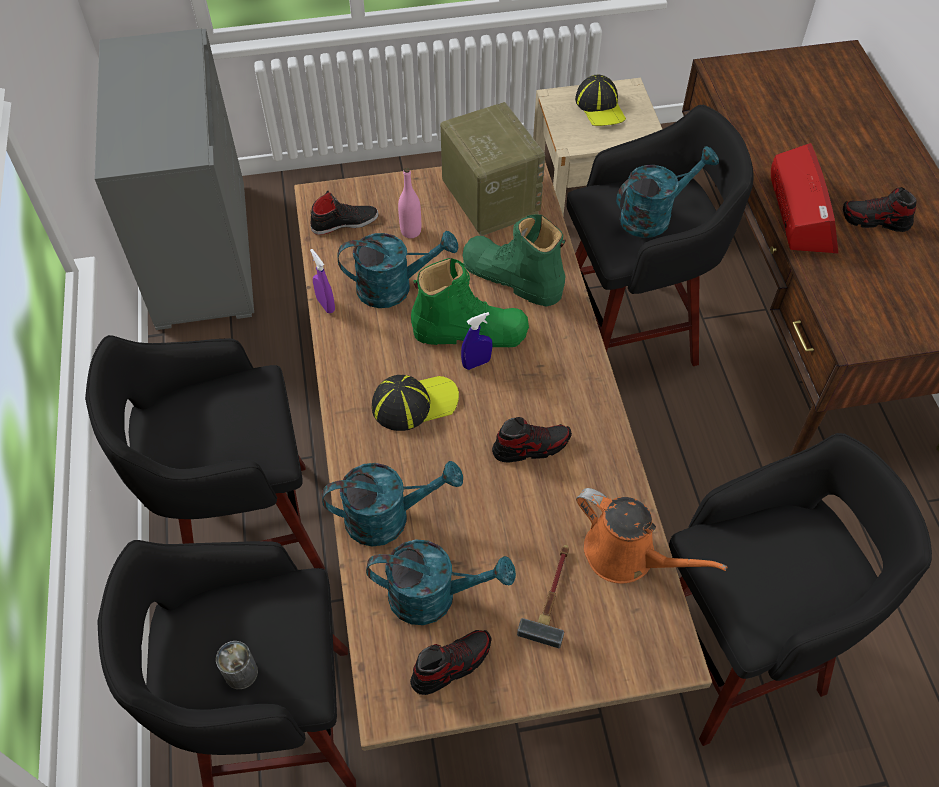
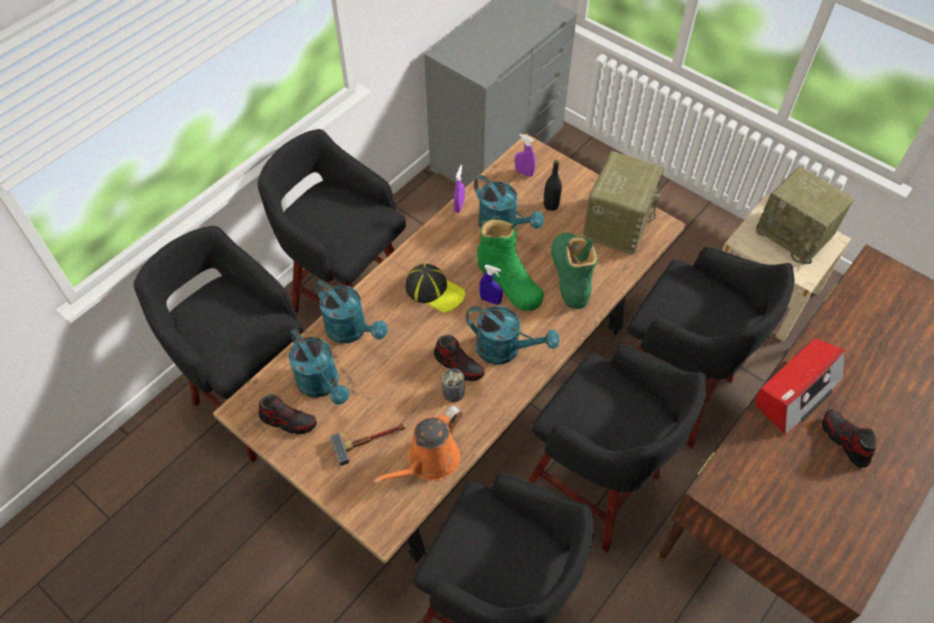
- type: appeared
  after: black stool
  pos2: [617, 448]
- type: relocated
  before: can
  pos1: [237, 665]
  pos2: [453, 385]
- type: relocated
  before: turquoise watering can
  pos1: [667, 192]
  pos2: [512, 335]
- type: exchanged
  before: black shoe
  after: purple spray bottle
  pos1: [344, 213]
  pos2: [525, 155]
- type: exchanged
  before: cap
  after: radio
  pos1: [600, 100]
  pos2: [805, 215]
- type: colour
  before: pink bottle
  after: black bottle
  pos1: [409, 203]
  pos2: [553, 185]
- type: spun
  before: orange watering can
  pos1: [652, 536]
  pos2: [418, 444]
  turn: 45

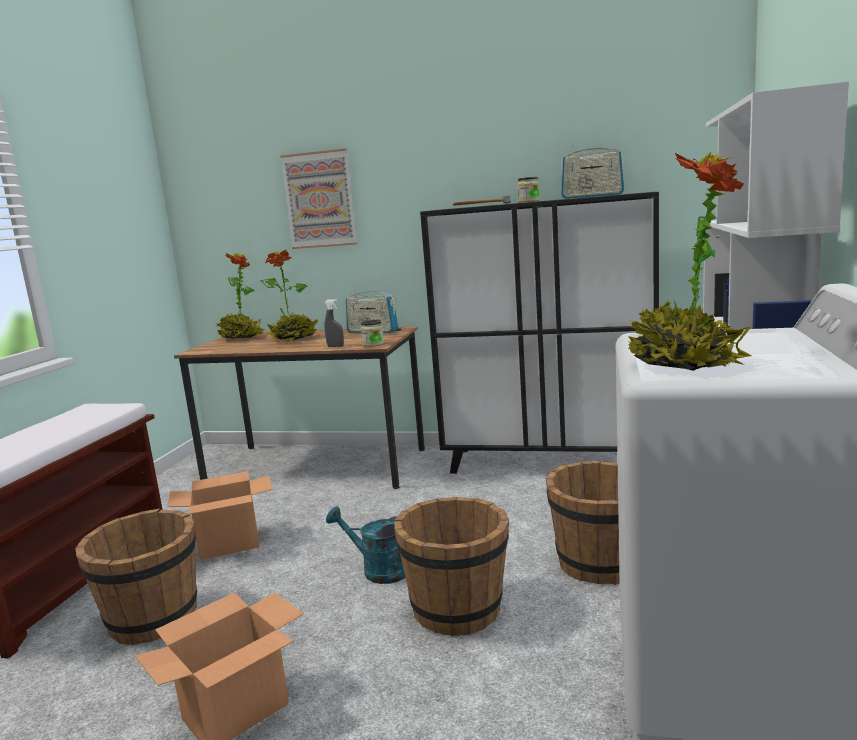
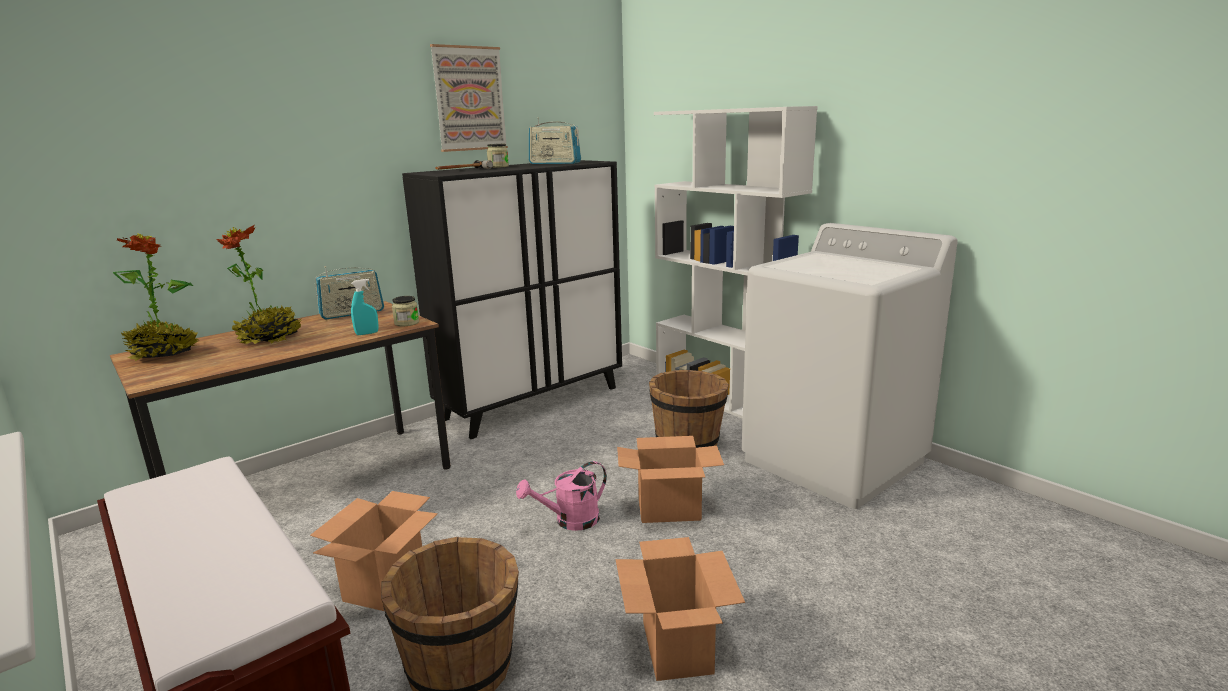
- type: missing
  before: potted plant
  pos1: [690, 261]
- type: relocated
  before: picture
  pos1: [318, 198]
  pos2: [469, 98]
- type: exchanged
  before: brown bucket
  after: cardboard box
  pos1: [451, 566]
  pos2: [670, 479]
- type: colour
  before: grey spray bottle
  after: turquoise spray bottle
  pos1: [334, 323]
  pos2: [365, 307]
- type: colour
  before: turquoise watering can
  after: pink watering can
  pos1: [365, 545]
  pos2: [561, 496]
- type: spun
  before: radio
  pos1: [592, 172]
  pos2: [555, 140]
  turn: 60

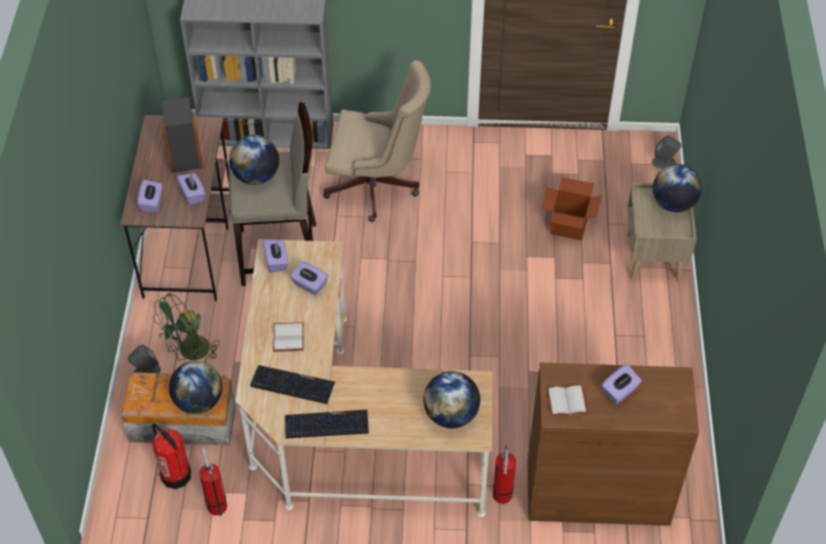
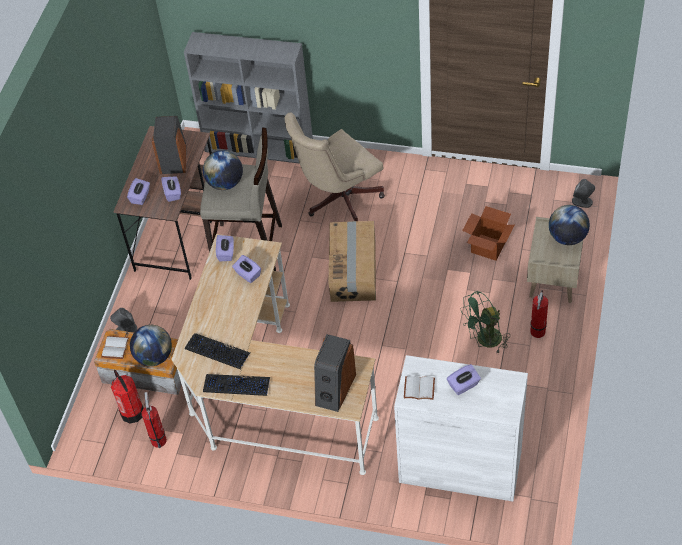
- type: appeared
  after: cardboard box
  pos2: [352, 261]
- type: relocated
  before: green fan
  pos1: [186, 328]
  pos2: [485, 322]
- type: relocated
  before: white book
  pos1: [288, 337]
  pos2: [115, 347]
- type: relocated
  before: fire extinguisher
  pos1: [504, 474]
  pos2: [539, 314]
- type: exchanged
  before: globe
  after: speaker
  pos1: [451, 399]
  pos2: [335, 373]
- type: colour
  before: brown cabinet
  after: white cabinet
  pos1: [613, 444]
  pos2: [461, 428]
- type: spun
  before: beige office chair
  pos1: [377, 141]
  pos2: [334, 167]
  turn: 120

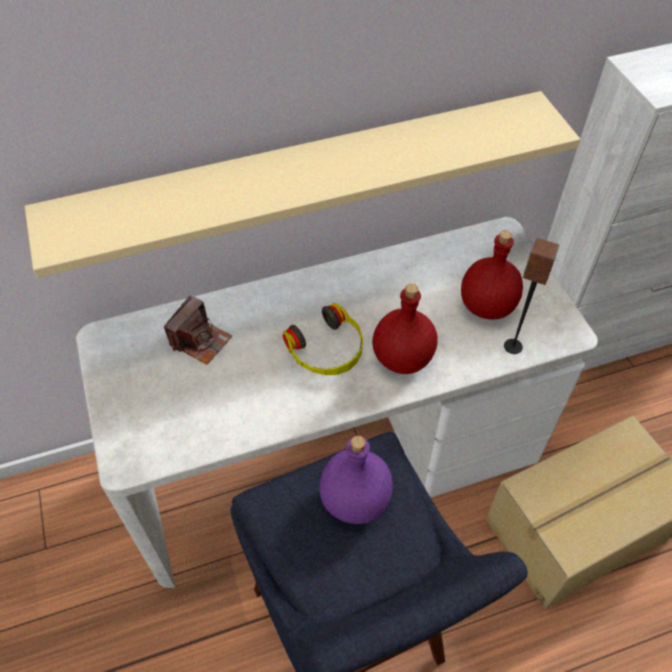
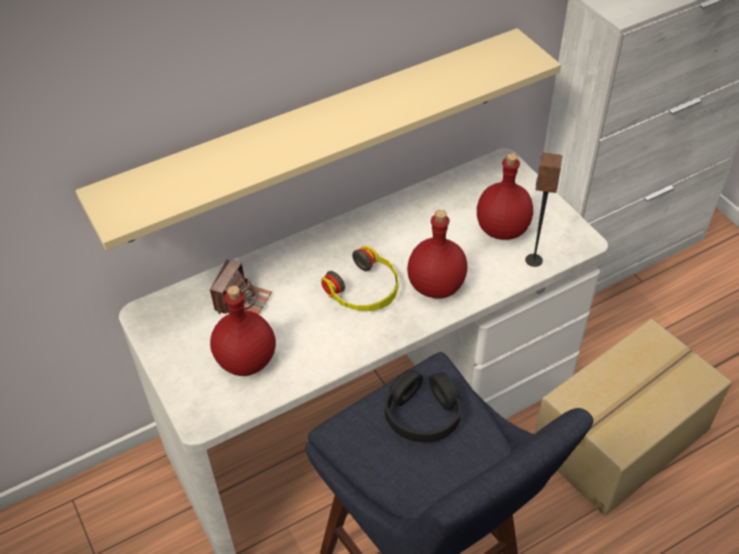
- type: appeared
  after: red bottle
  pos2: [243, 331]
- type: exchanged
  before: purple bottle
  after: black headphones
  pos1: [356, 479]
  pos2: [423, 405]

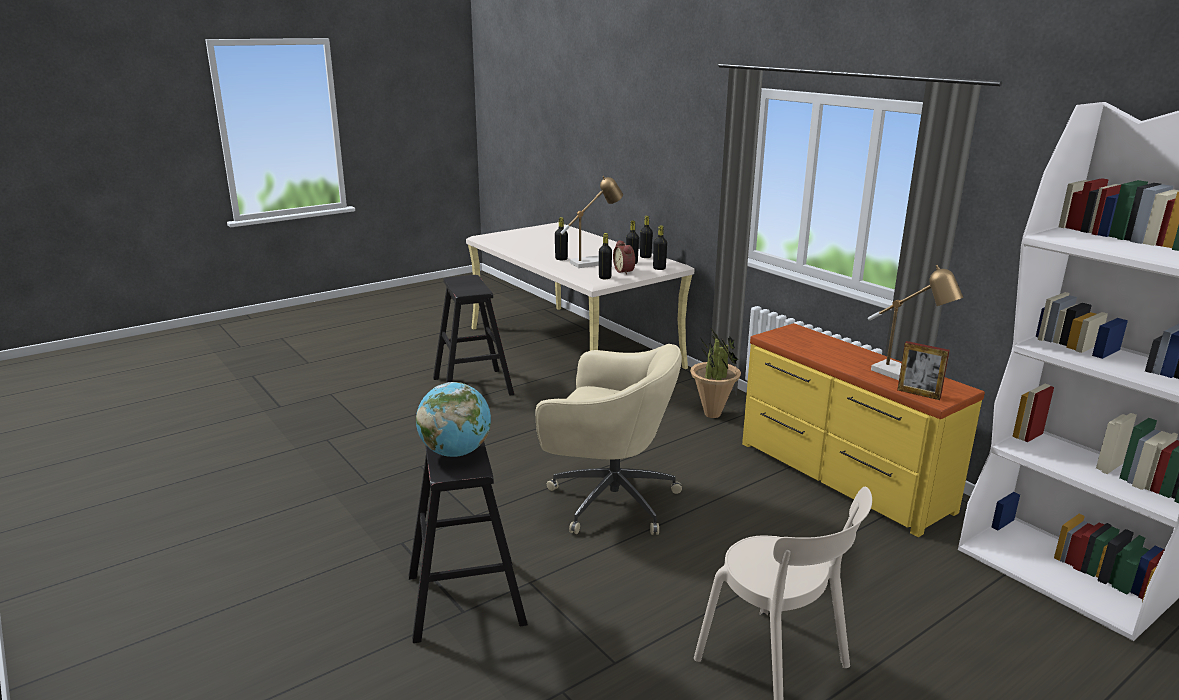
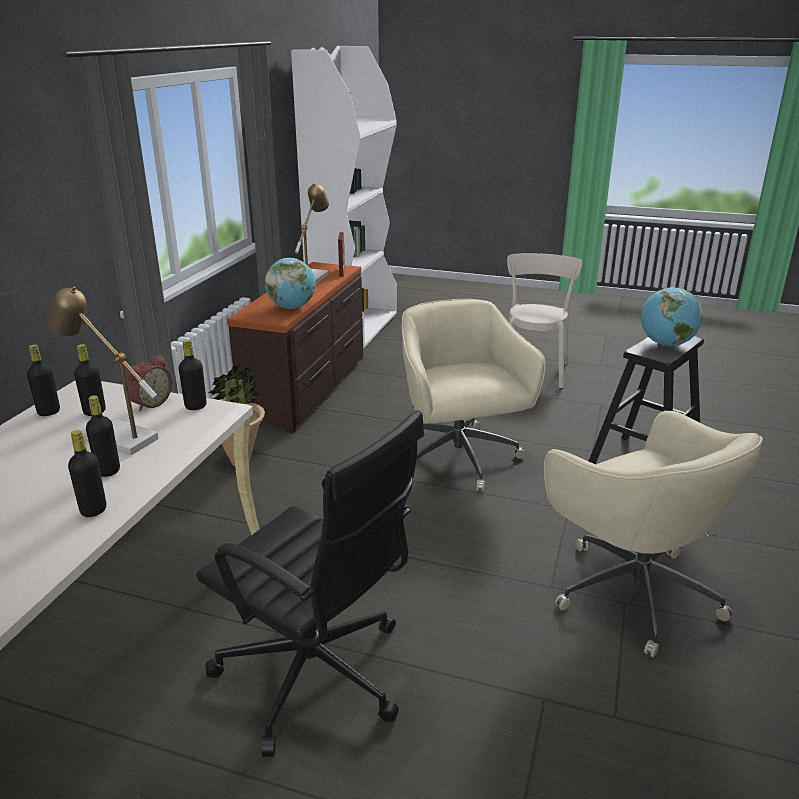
- type: appeared
  after: globe
  pos2: [290, 283]
- type: appeared
  after: beige office chair
  pos2: [653, 534]
- type: relocated
  before: black bottle
  pos1: [660, 247]
  pos2: [87, 473]
- type: exchanged
  before: black stool
  after: black office chair
  pos1: [473, 335]
  pos2: [310, 583]
- type: colour
  before: yellow dresser
  after: brown dresser
  pos1: [863, 430]
  pos2: [295, 347]

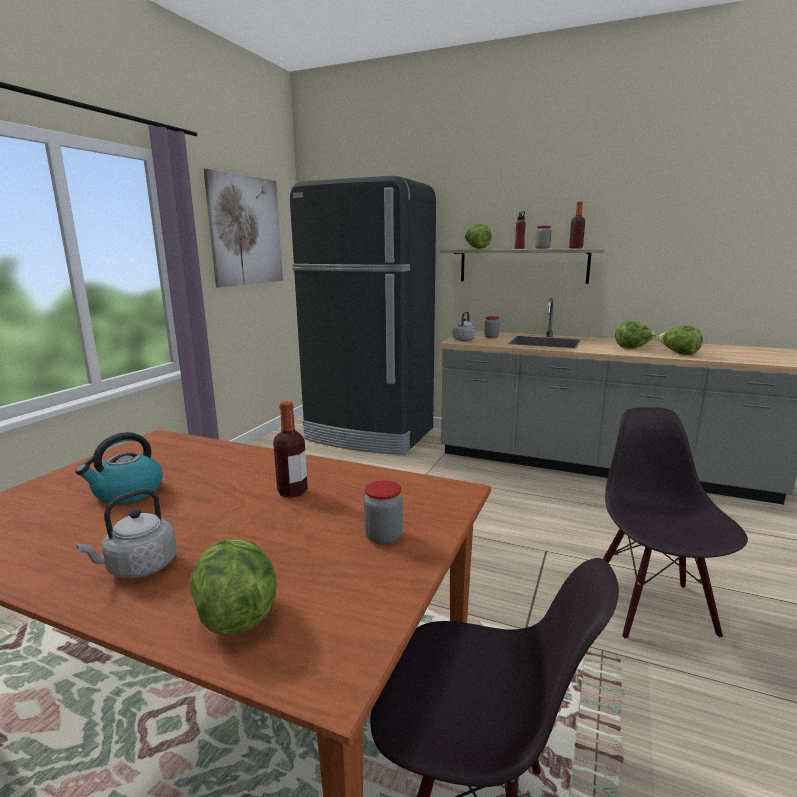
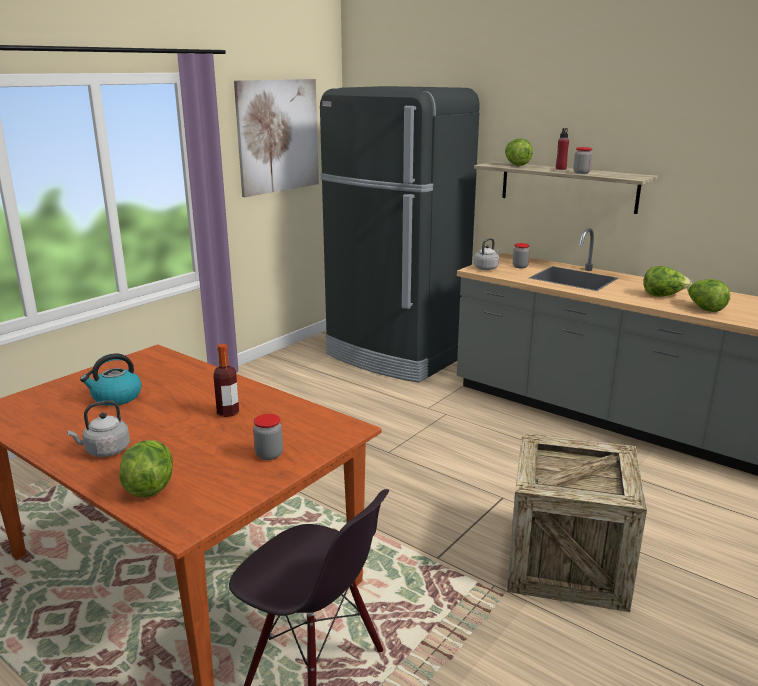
- type: missing
  before: bottle
  pos1: [577, 225]
- type: exchanged
  before: black chair
  after: crate
  pos1: [675, 523]
  pos2: [577, 522]

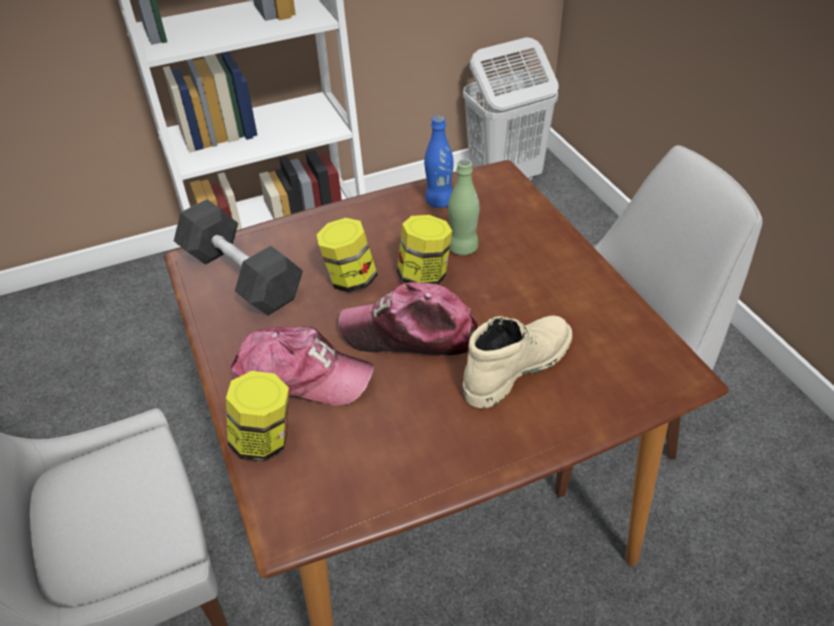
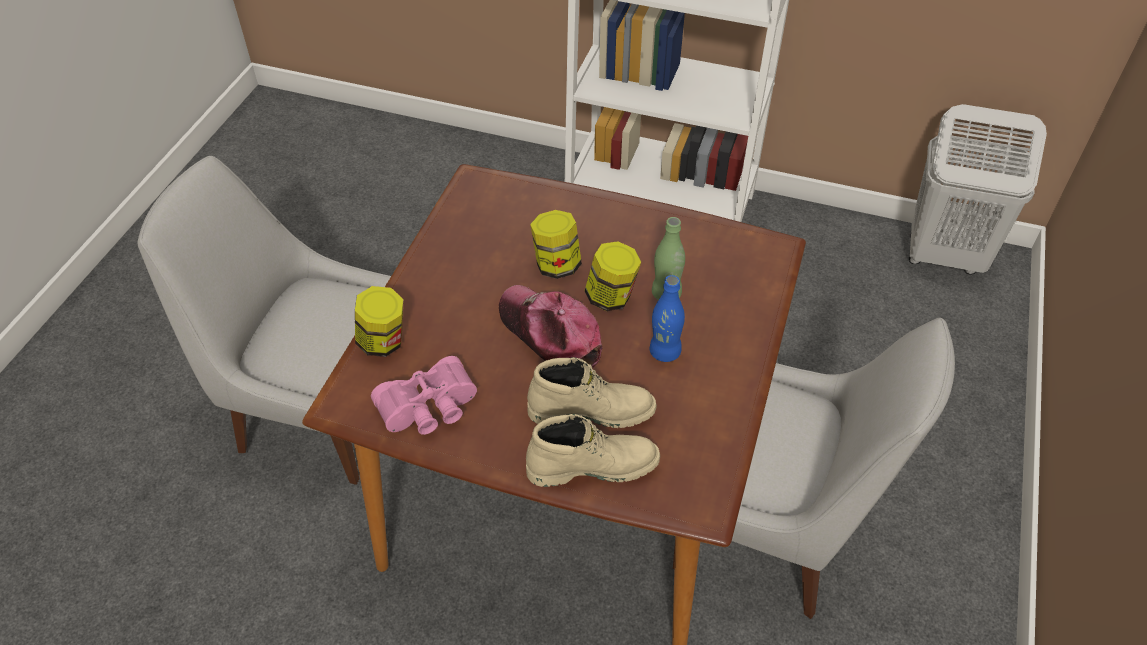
- type: missing
  before: grey dumbbell
  pos1: [238, 257]
- type: missing
  before: cap
  pos1: [302, 366]
- type: appeared
  after: pink binoculars
  pos2: [424, 395]
- type: appeared
  after: beige boot
  pos2: [593, 450]
- type: relocated
  before: blue bottle
  pos1: [439, 161]
  pos2: [667, 318]

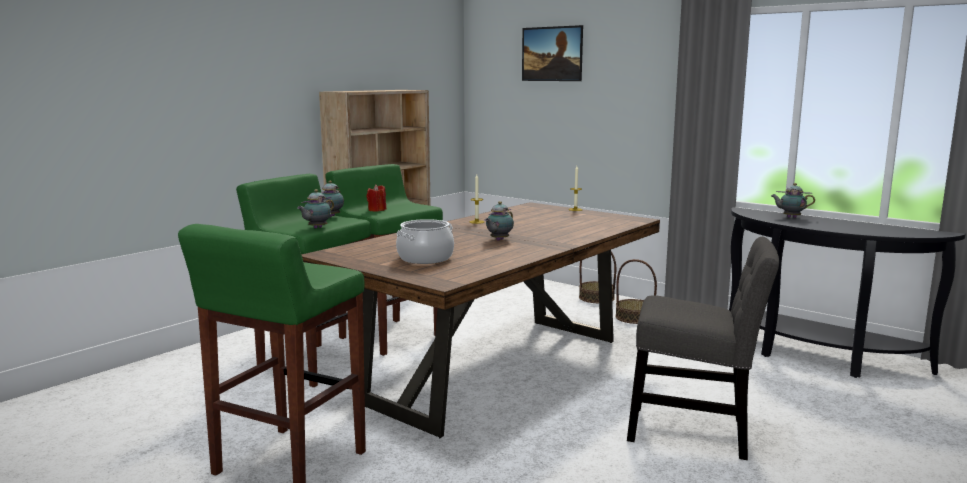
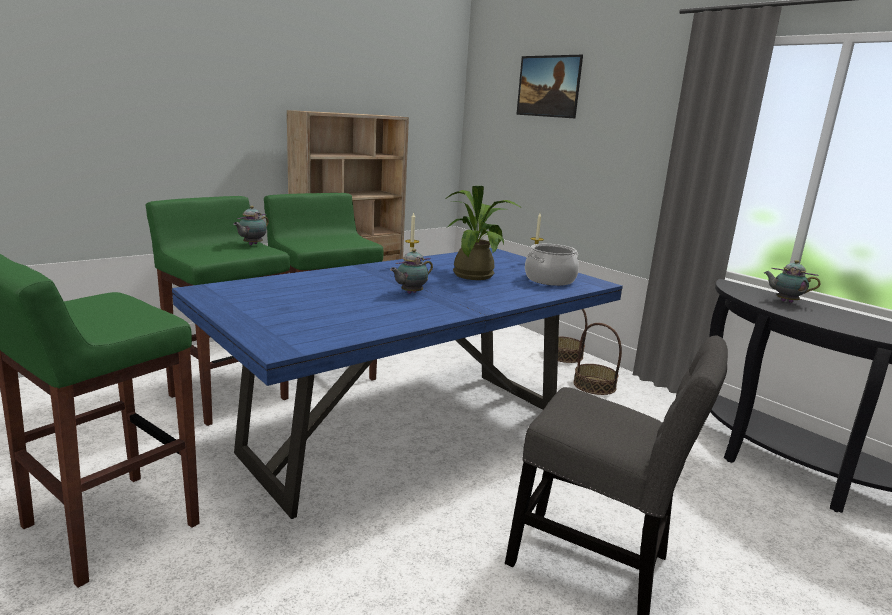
- type: missing
  before: teapot
  pos1: [315, 209]
- type: missing
  before: red candle
  pos1: [376, 198]
- type: appeared
  after: potted plant
  pos2: [483, 233]
- type: relocated
  before: cooking pot
  pos1: [425, 241]
  pos2: [552, 265]
- type: colour
  before: brown dining table
  after: blue dining table
  pos1: [481, 320]
  pos2: [397, 383]

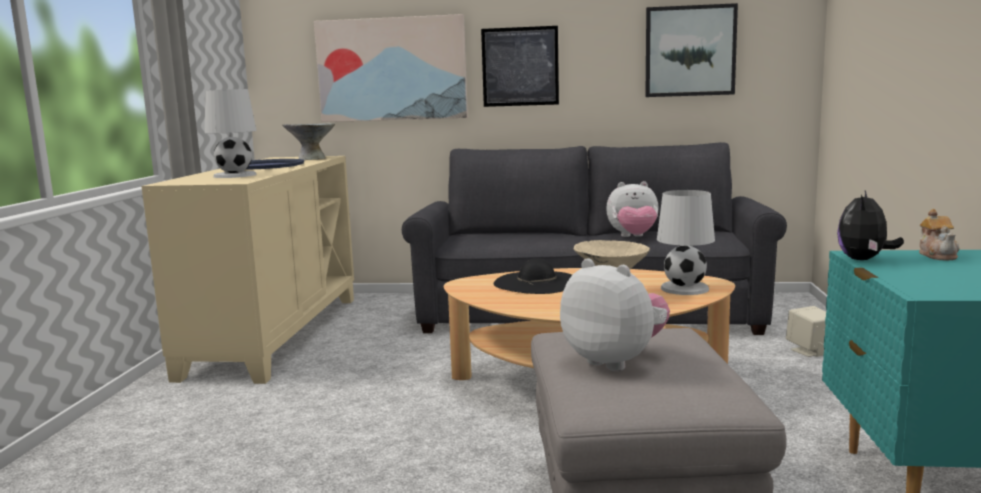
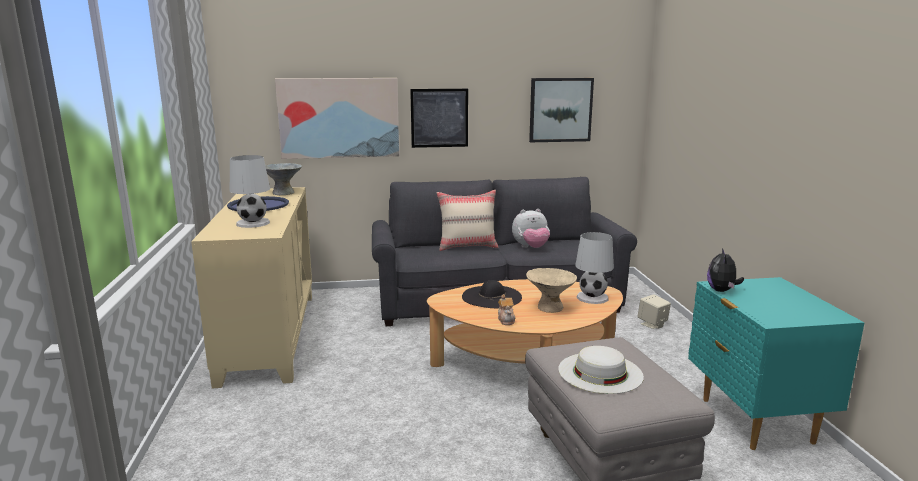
- type: appeared
  after: beige pillow
  pos2: [468, 220]
- type: relocated
  before: teapot
  pos1: [939, 234]
  pos2: [506, 309]
- type: exchanged
  before: plush toy
  after: white hat
  pos1: [615, 314]
  pos2: [601, 370]

